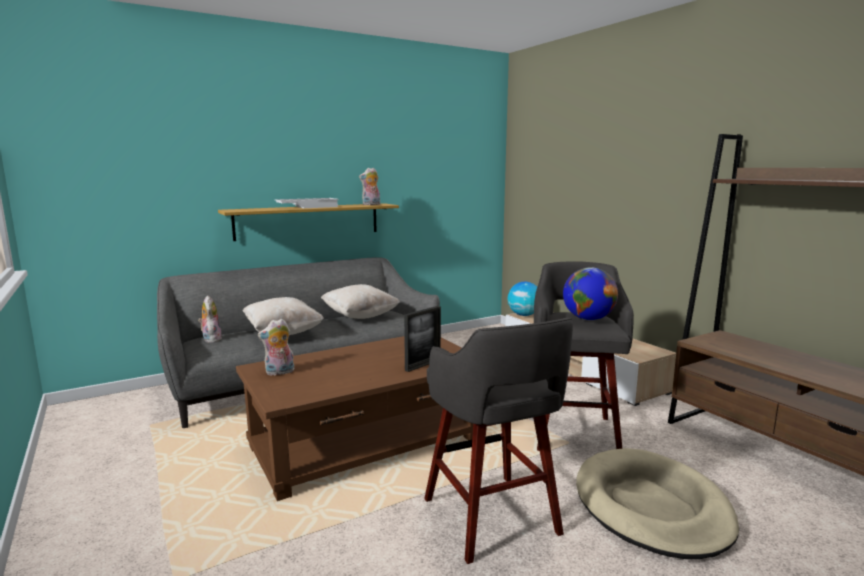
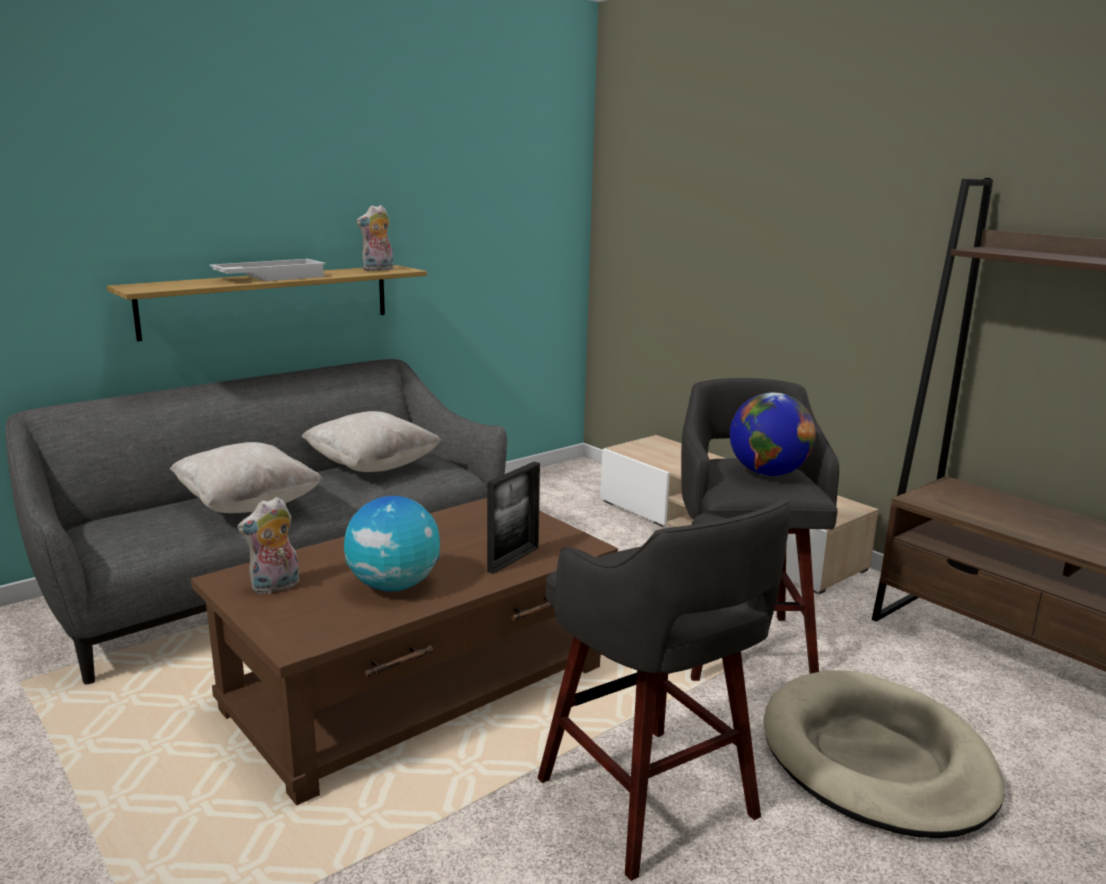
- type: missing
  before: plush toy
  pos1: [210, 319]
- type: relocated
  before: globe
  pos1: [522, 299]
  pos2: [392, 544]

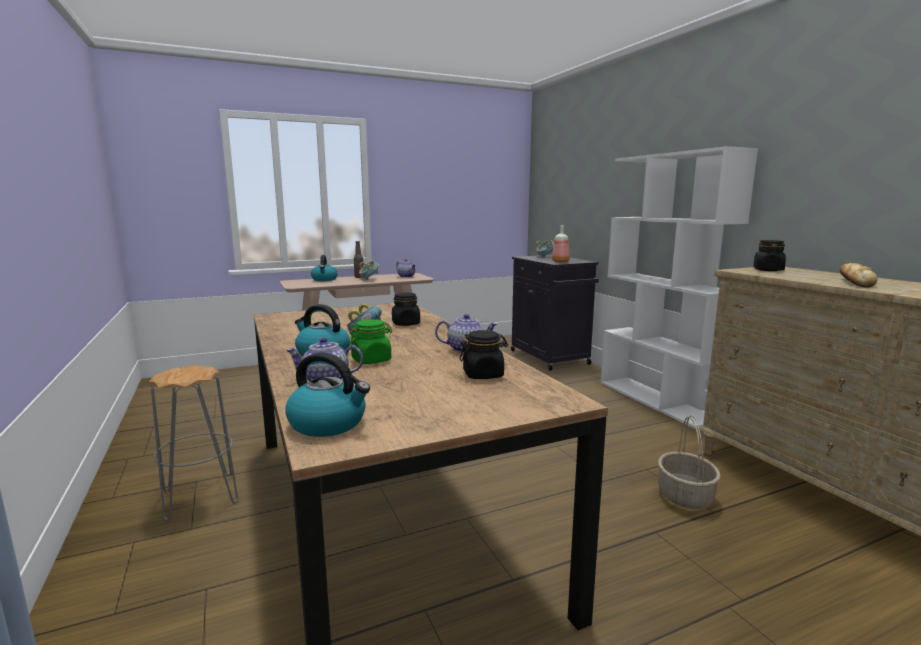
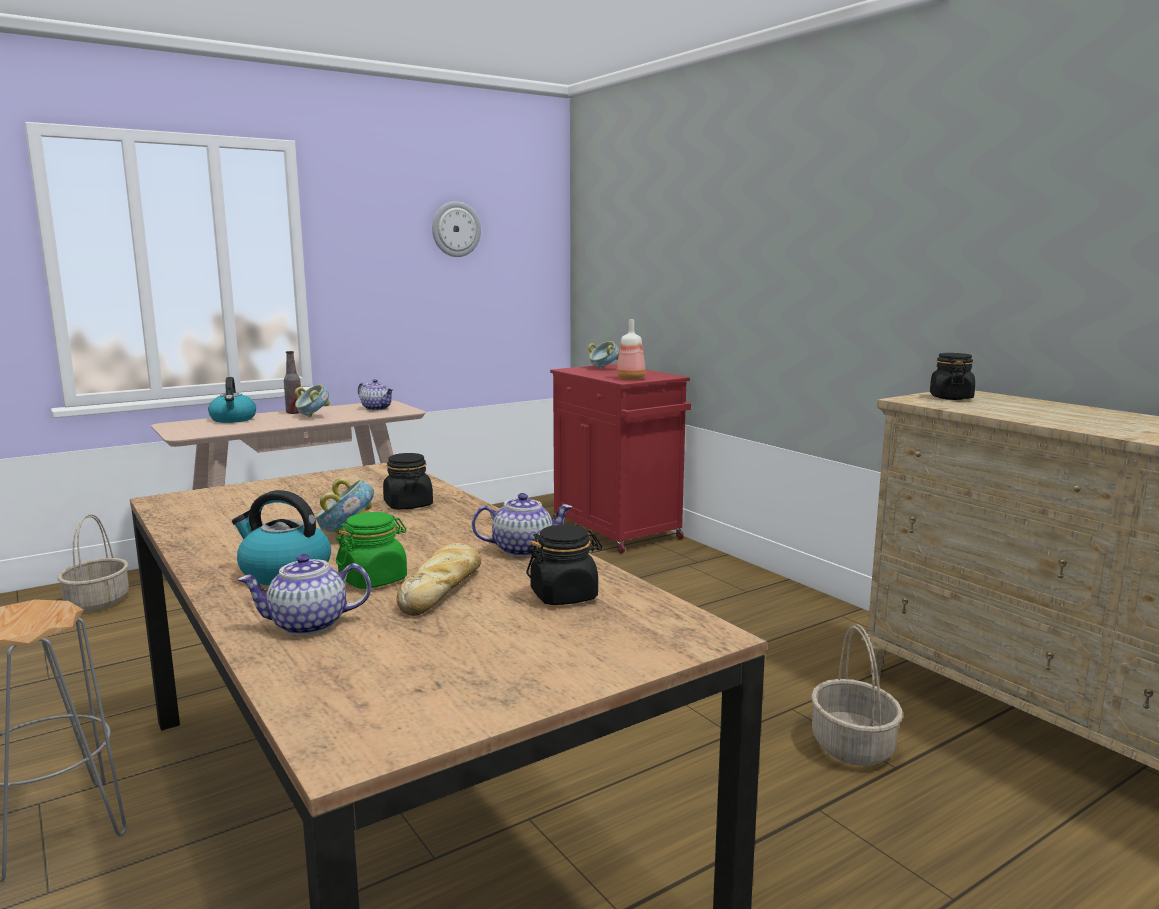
- type: missing
  before: kettle
  pos1: [327, 394]
- type: missing
  before: white bookcase
  pos1: [679, 287]
- type: appeared
  after: basket
  pos2: [93, 563]
- type: appeared
  after: wall clock
  pos2: [456, 229]
- type: relocated
  before: bread
  pos1: [858, 275]
  pos2: [439, 579]
- type: colour
  before: black cabinet
  after: red cabinet
  pos1: [555, 313]
  pos2: [620, 458]

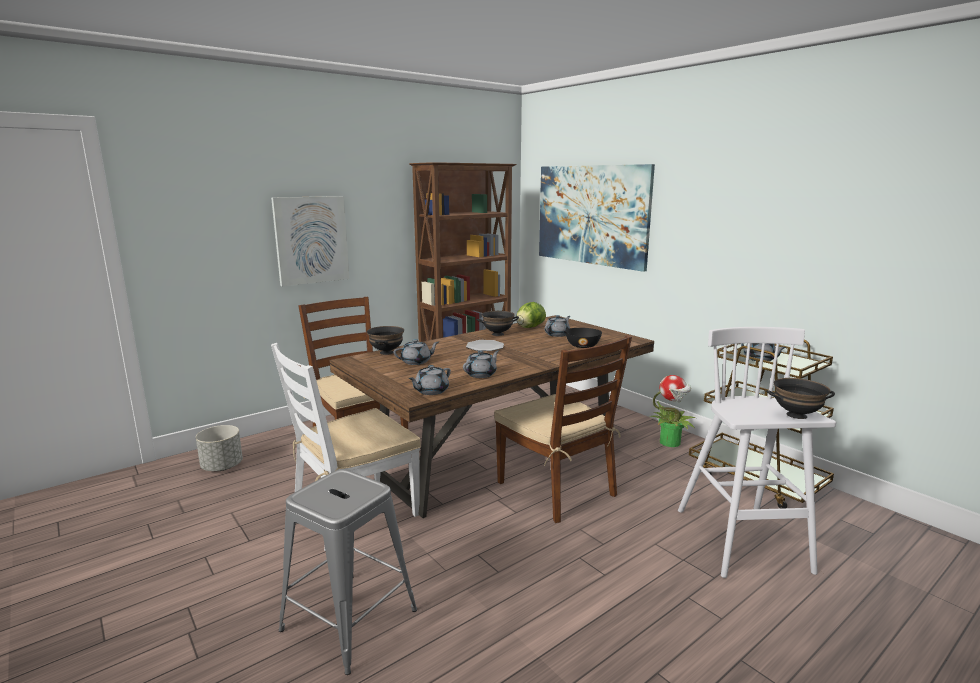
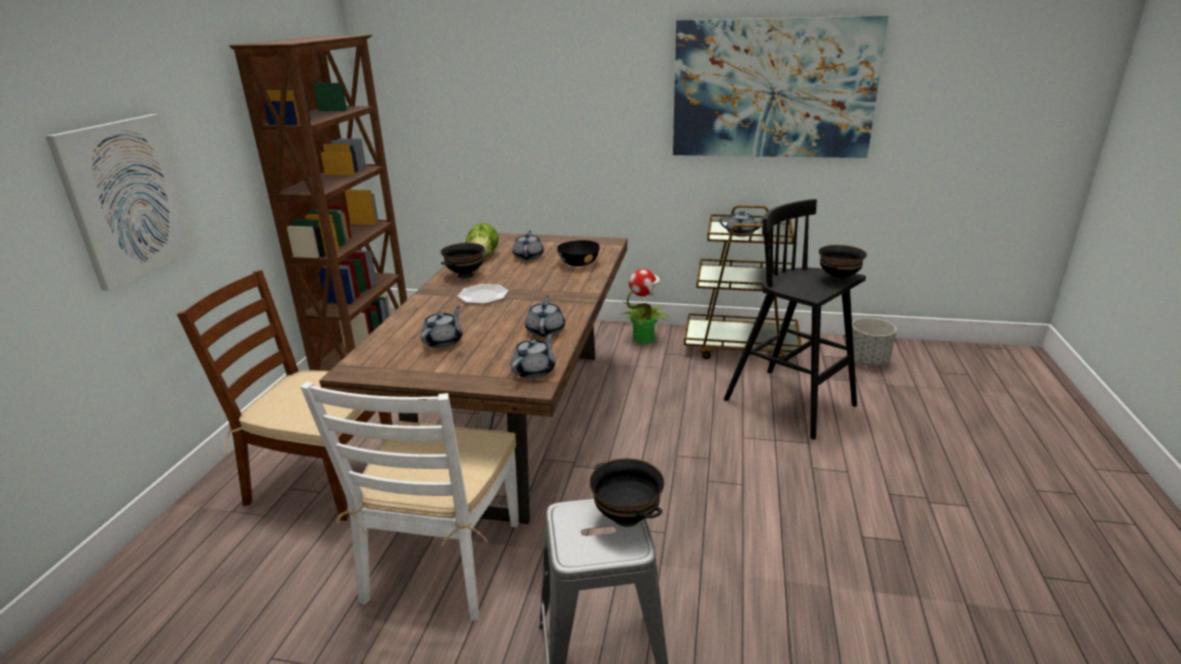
- type: missing
  before: brown chair
  pos1: [563, 429]
- type: relocated
  before: grey planter
  pos1: [219, 448]
  pos2: [874, 342]
- type: relocated
  before: black bowl
  pos1: [385, 340]
  pos2: [627, 492]
- type: relocated
  before: picture
  pos1: [597, 218]
  pos2: [780, 87]
- type: colour
  before: white stool
  after: black stool
  pos1: [757, 452]
  pos2: [795, 319]
- type: spun
  before: grey teapot
  pos1: [430, 380]
  pos2: [533, 355]
  turn: -150

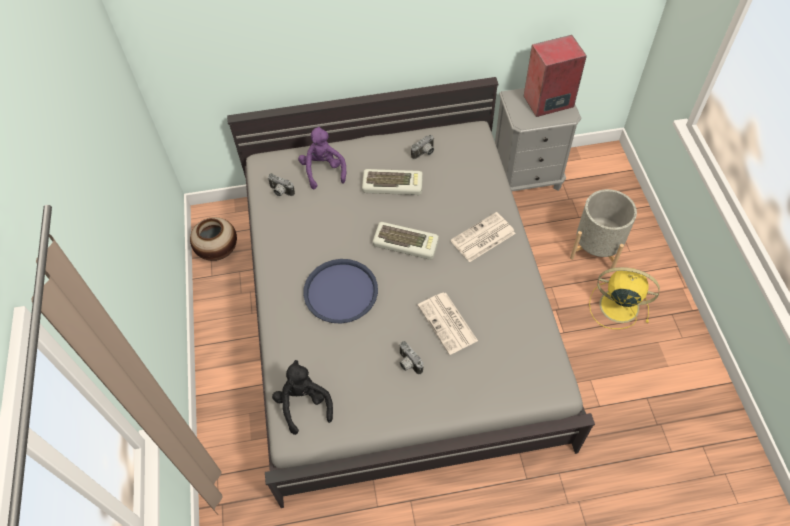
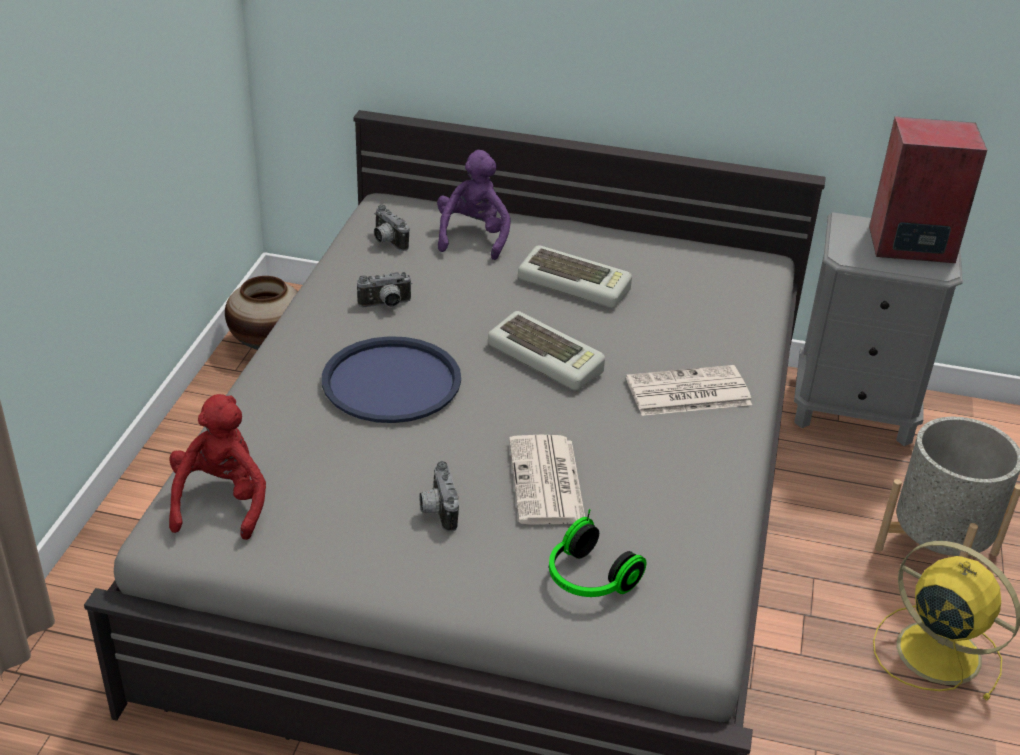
- type: appeared
  after: headphones
  pos2: [597, 553]
- type: relocated
  before: photo camera
  pos1: [422, 147]
  pos2: [384, 289]
- type: colour
  before: black plush toy
  after: red plush toy
  pos1: [302, 397]
  pos2: [217, 467]

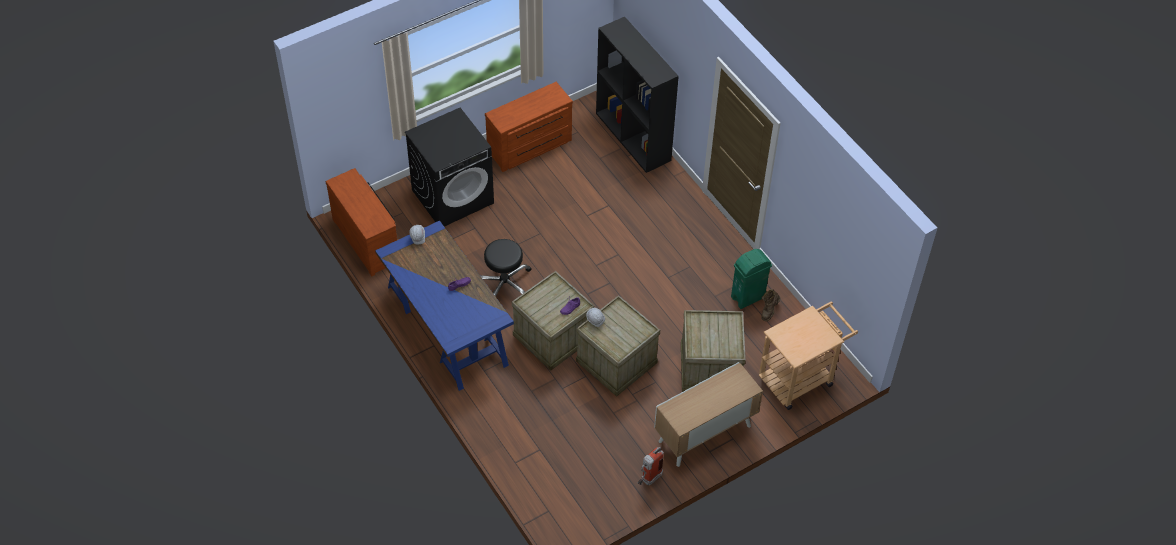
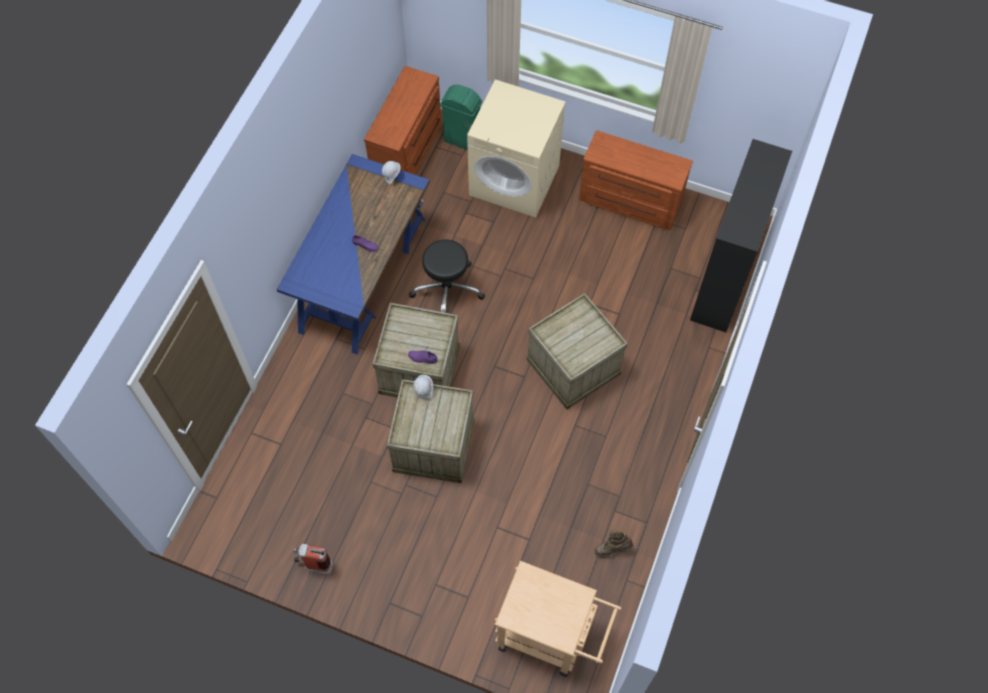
- type: missing
  before: cabinet
  pos1: [708, 414]
- type: relocated
  before: crate
  pos1: [713, 351]
  pos2: [577, 351]
- type: relocated
  before: green trash can
  pos1: [751, 279]
  pos2: [461, 117]
- type: colour
  before: black washing machine
  after: beige washing machine
  pos1: [449, 167]
  pos2: [516, 148]

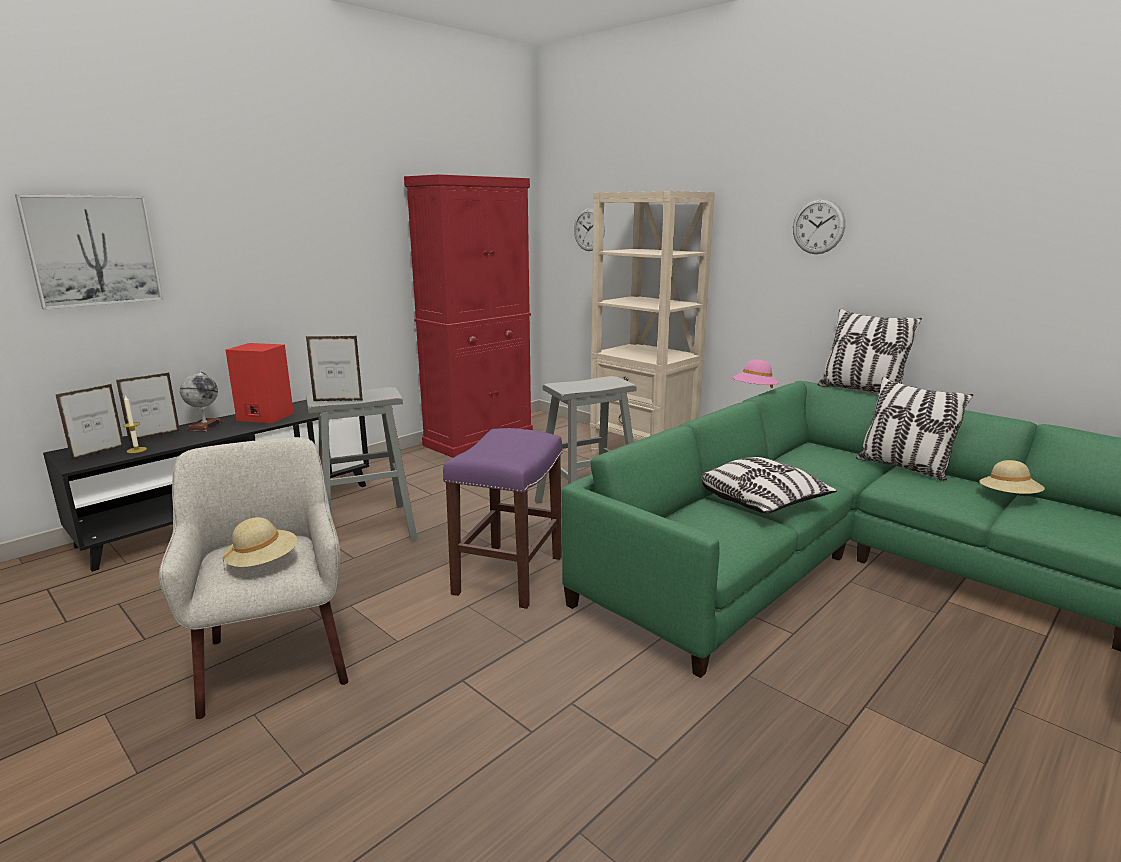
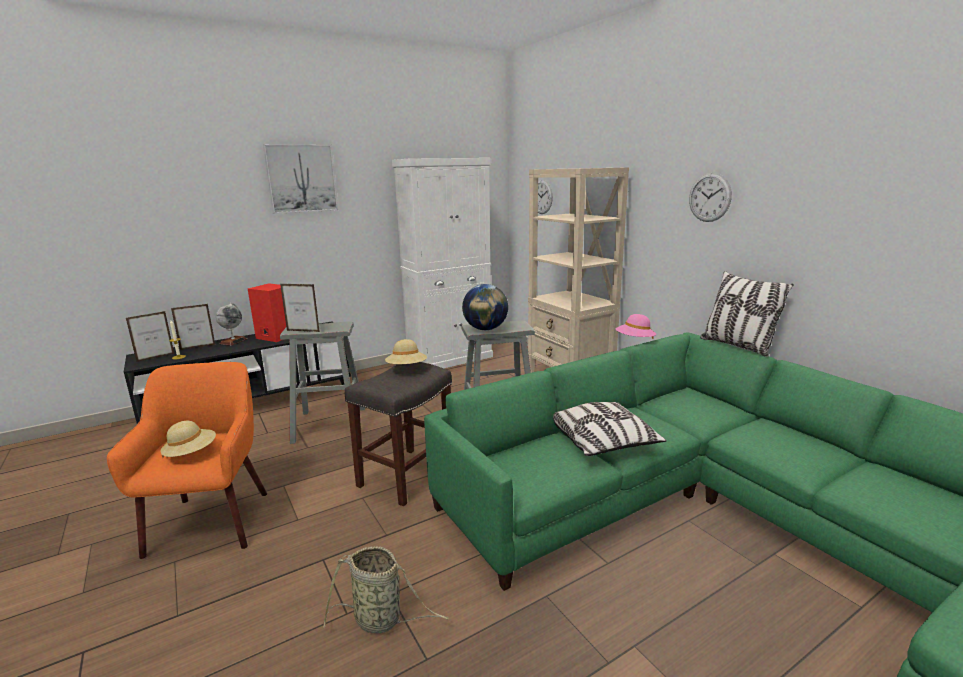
- type: missing
  before: pillow
  pos1: [914, 429]
- type: appeared
  after: basket
  pos2: [386, 589]
- type: appeared
  after: globe
  pos2: [485, 307]
- type: relocated
  before: picture
  pos1: [89, 252]
  pos2: [300, 179]
- type: relocated
  before: beige hat
  pos1: [1012, 477]
  pos2: [406, 351]
- type: colour
  before: beige armchair
  after: orange armchair
  pos1: [253, 578]
  pos2: [187, 460]
- type: colour
  before: red cabinet
  after: white cabinet
  pos1: [468, 316]
  pos2: [442, 263]
- type: colour
  before: purple stool
  after: grey stool
  pos1: [503, 518]
  pos2: [398, 434]

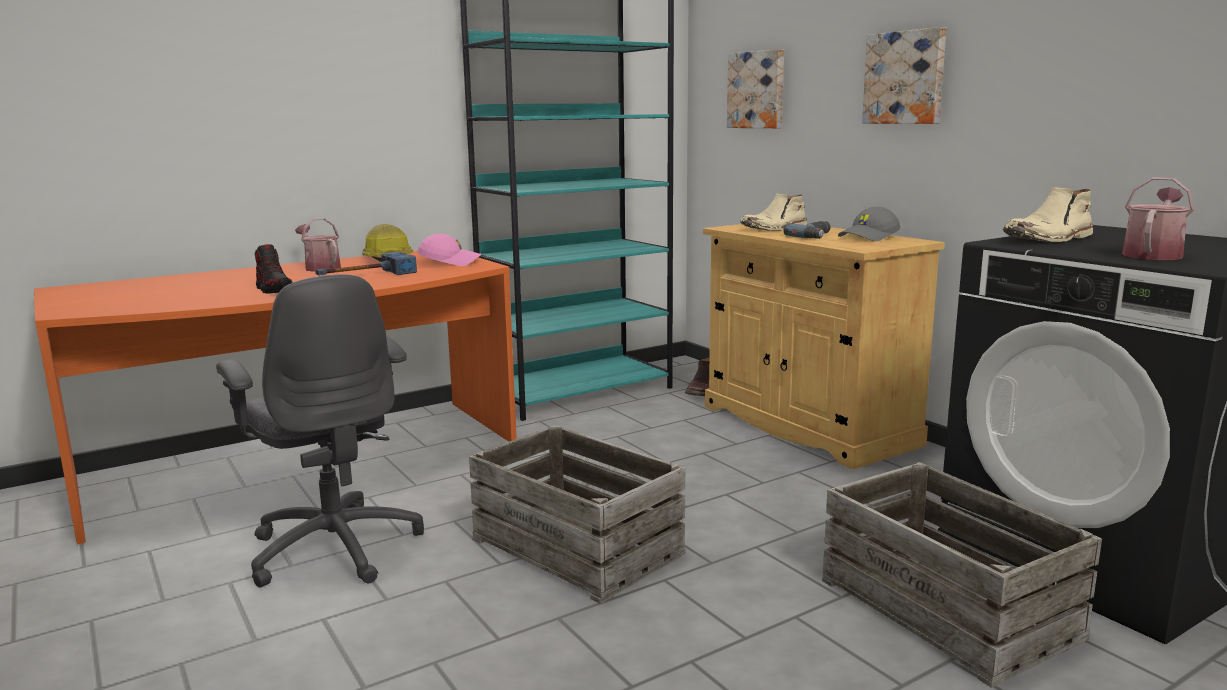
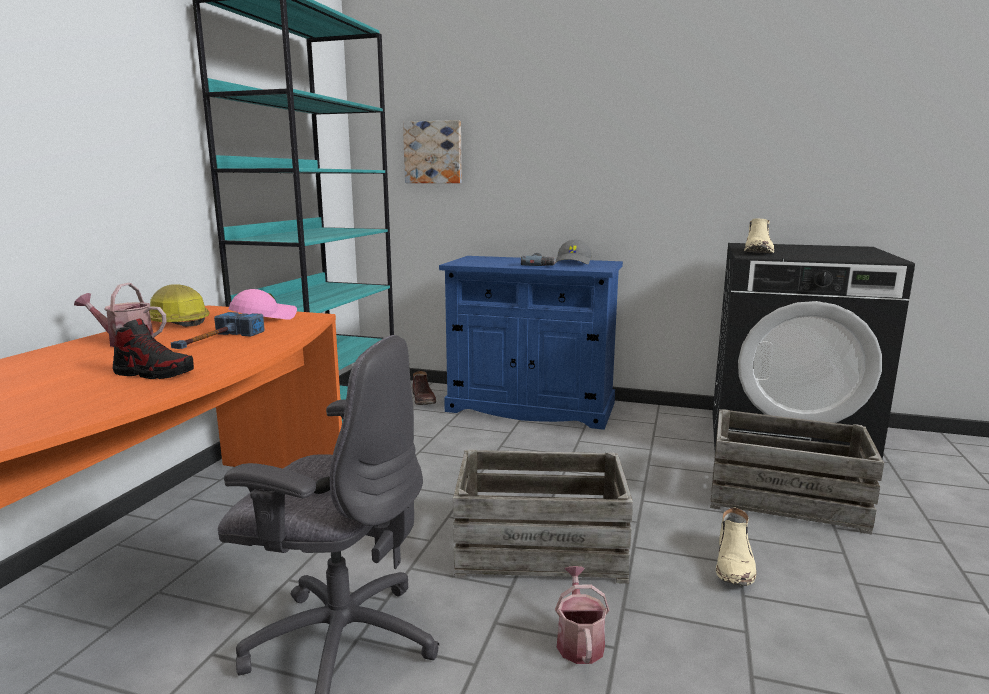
- type: missing
  before: picture
  pos1: [904, 75]
- type: relocated
  before: beige boot
  pos1: [773, 212]
  pos2: [736, 547]
- type: relocated
  before: watering can
  pos1: [1158, 218]
  pos2: [582, 615]
- type: colour
  before: beige cabinet
  after: blue cabinet
  pos1: [824, 346]
  pos2: [531, 343]

